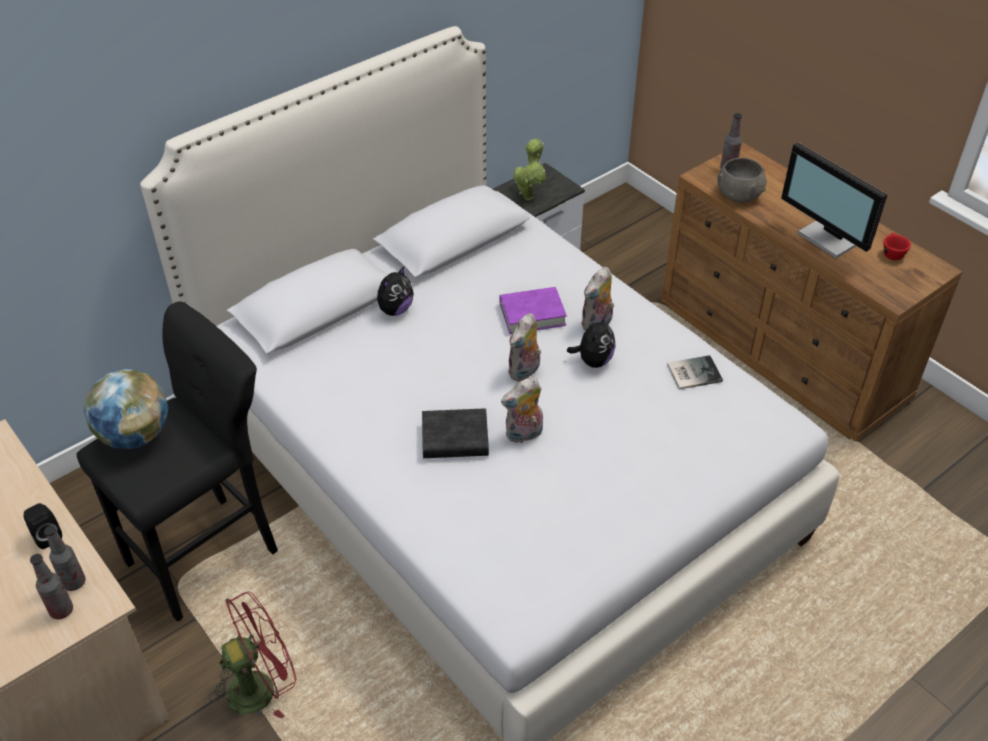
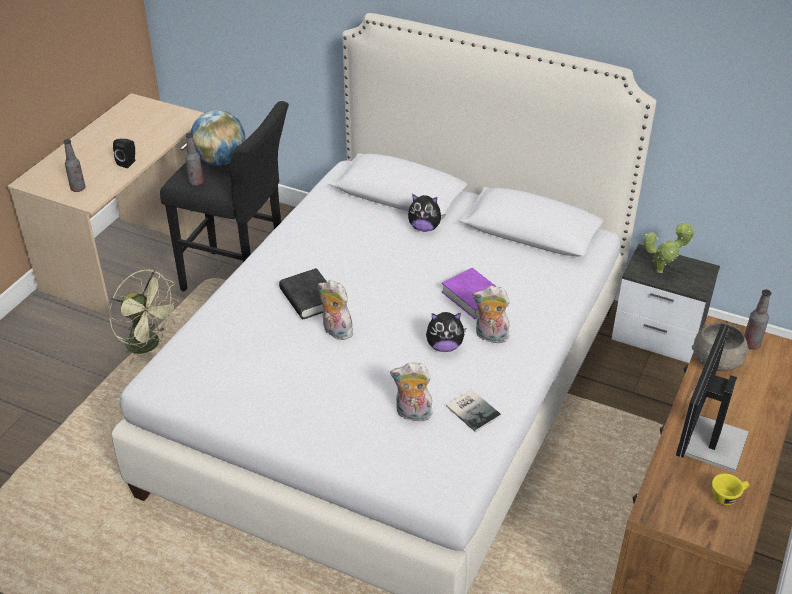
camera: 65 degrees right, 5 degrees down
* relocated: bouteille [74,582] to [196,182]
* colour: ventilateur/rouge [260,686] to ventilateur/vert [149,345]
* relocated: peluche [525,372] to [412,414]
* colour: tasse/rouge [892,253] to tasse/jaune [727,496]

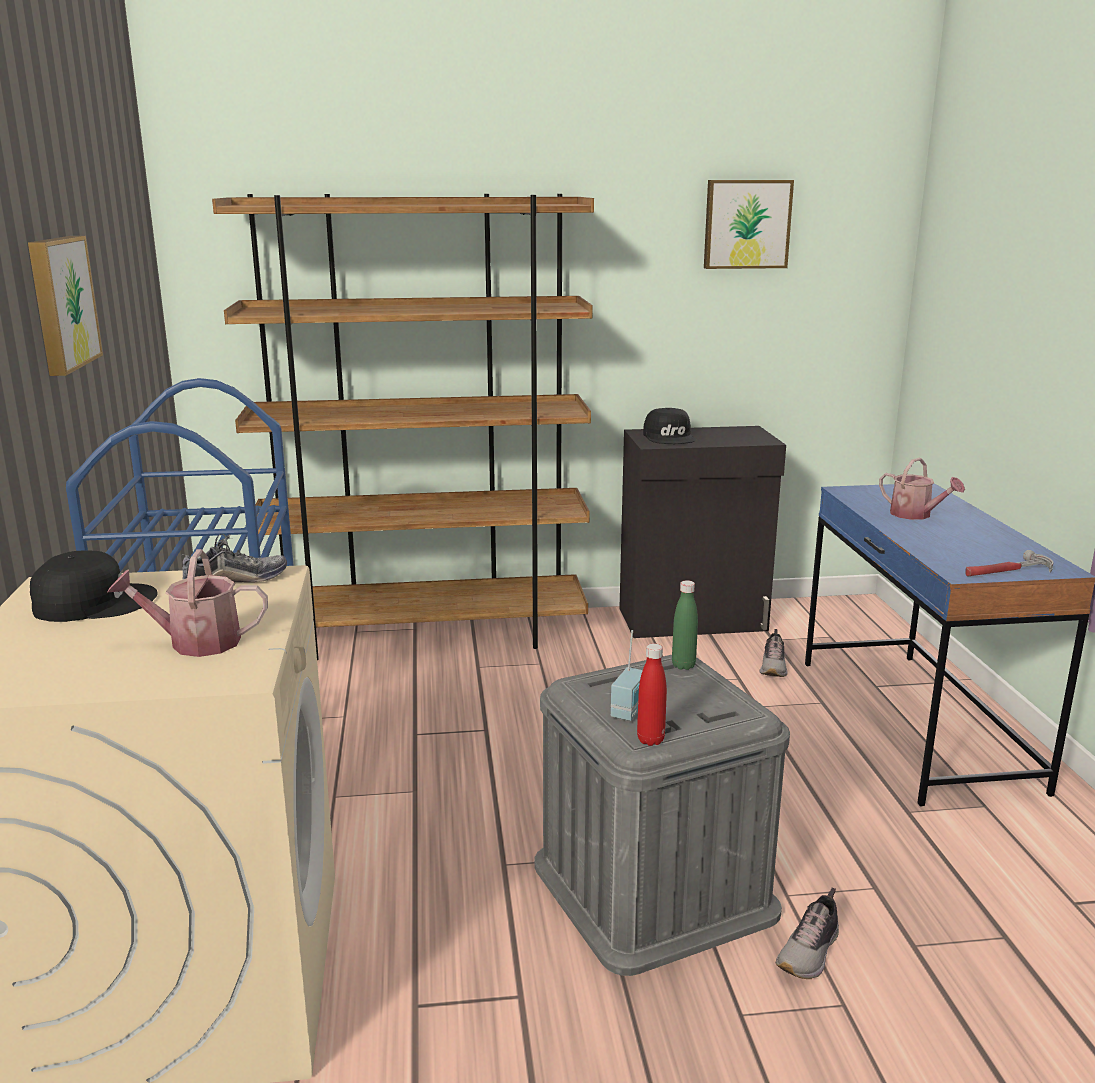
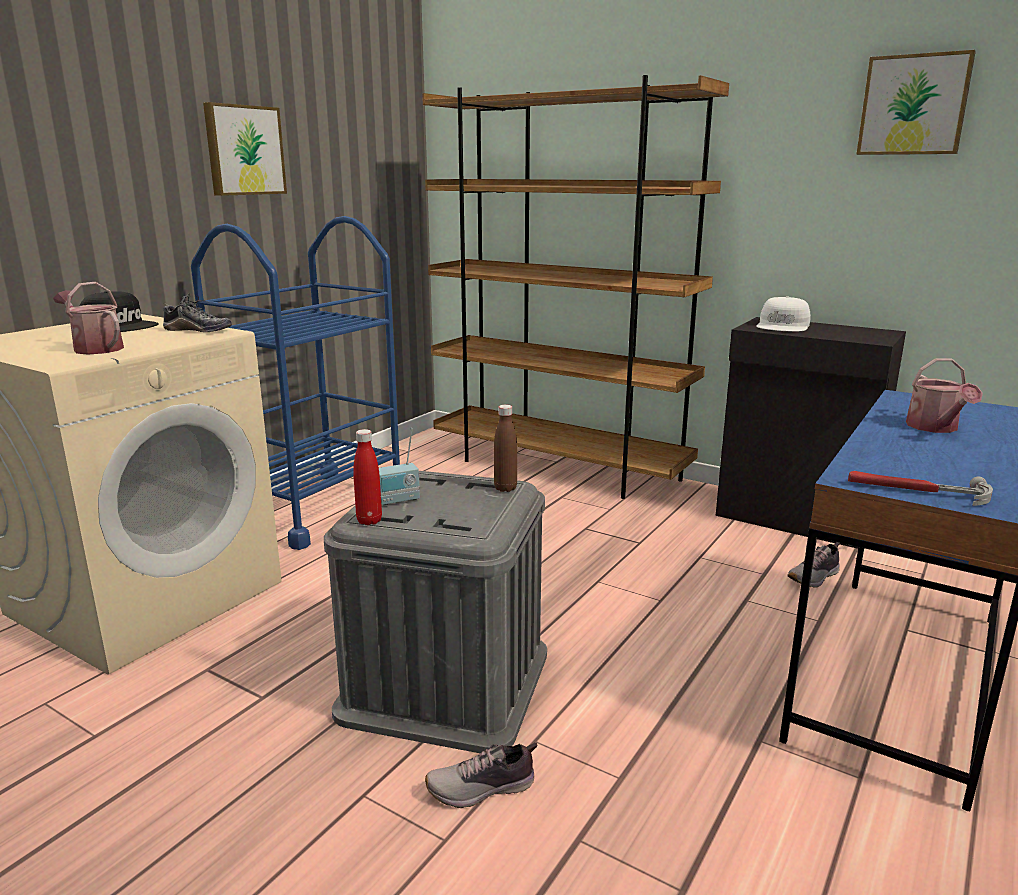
camera: 40 degrees right, 0 degrees up
* colour: casquette/noir [670,437] to casquette/blanc [783,326]
* colour: bouteille/vert [683,665] to bouteille/marron [505,488]

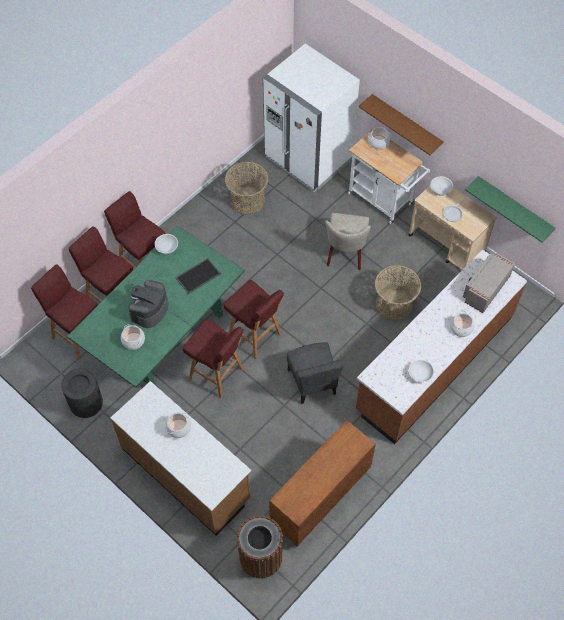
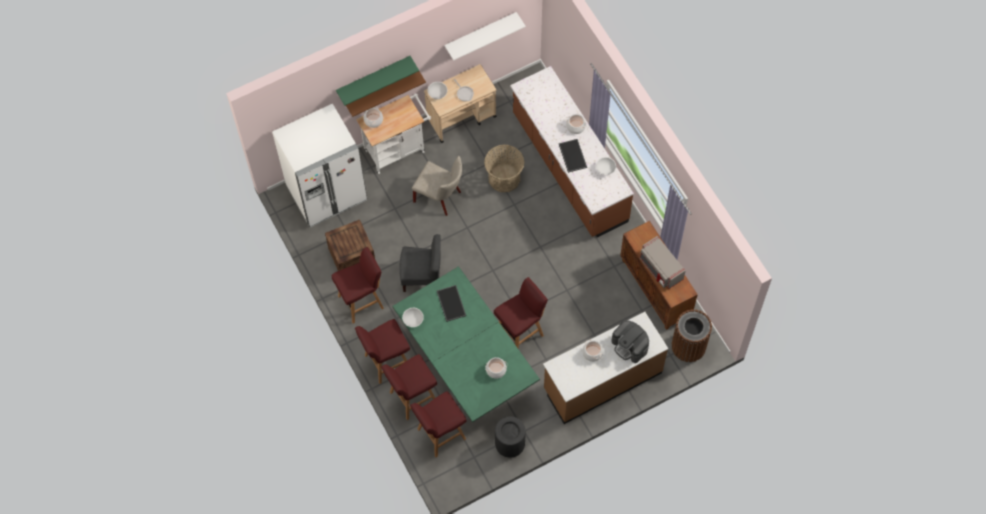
camera: 70 degrees left, 5 degrees up
* relocated: machine à café [149,310] to [630,346]
* relocated: tabouret/rouge [255,336] to [362,301]
* exchanged: panier [247,200] to caisse [352,257]
* relocated: chaise/gris [312,382] to [422,276]
* relocated: micro-ondes/gris [484,289] to [660,268]
* relocated: étagère/vert [514,207] to [373,77]
* appeared: étagère/blanc [480,33]
* appeared: plateau [572,155]

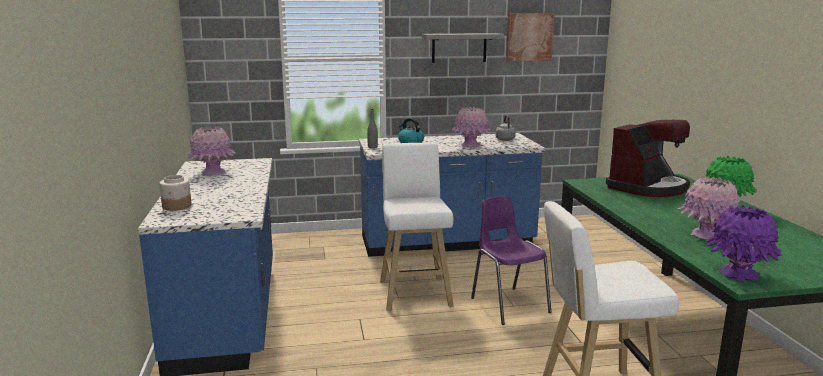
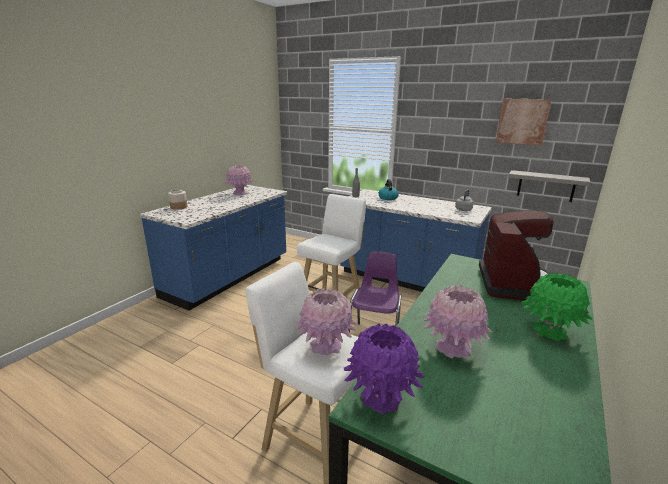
camera: 40 degrees right, 5 degrees up
* relocated: étagère/gris [459,47] to [546,186]
* relocated: vase/rose [470,145] to [326,346]
* spun: machine à café [648,187] = [514,283] 75 degrees counterclockwise

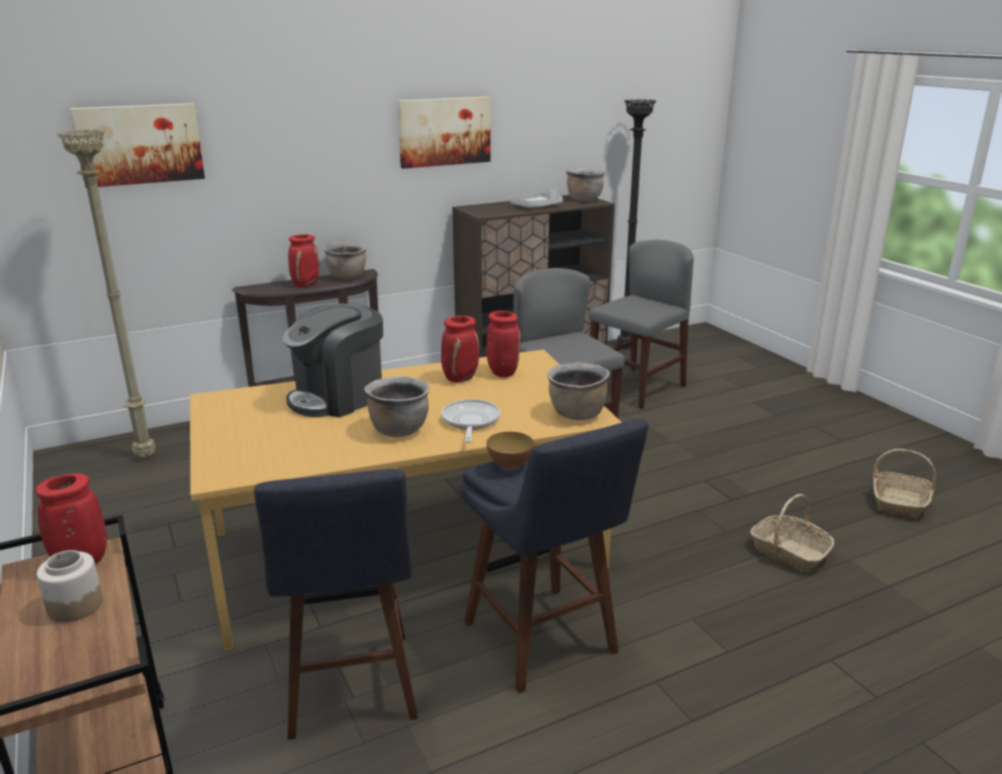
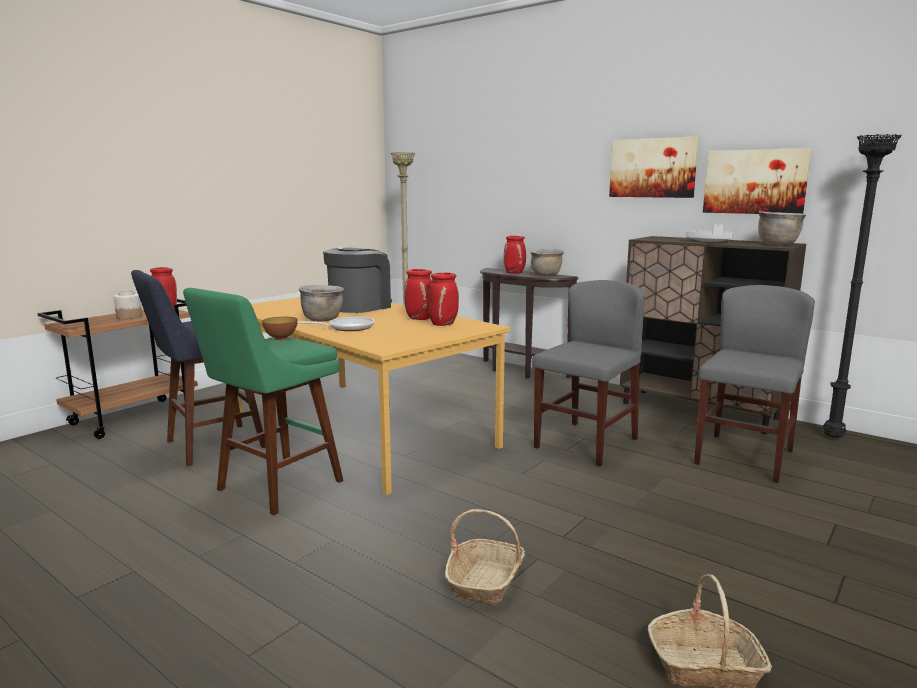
camera: 65 degrees right, 10 degrees down
* relocated: tableau [139,144] to [755,182]
* spun: machine à café [338,397] = [359,307] 105 degrees clockwise
* colour: tabouret/bleu [545,643] to tabouret/vert [274,488]
* missing: marmite/marron [576,414]
* spun: chaise/gris [637,388] = [744,457] 75 degrees counterclockwise

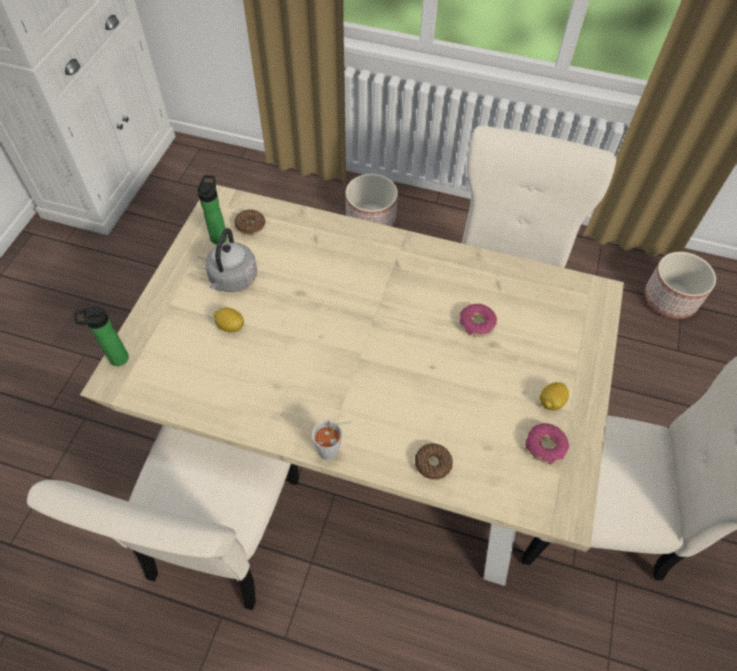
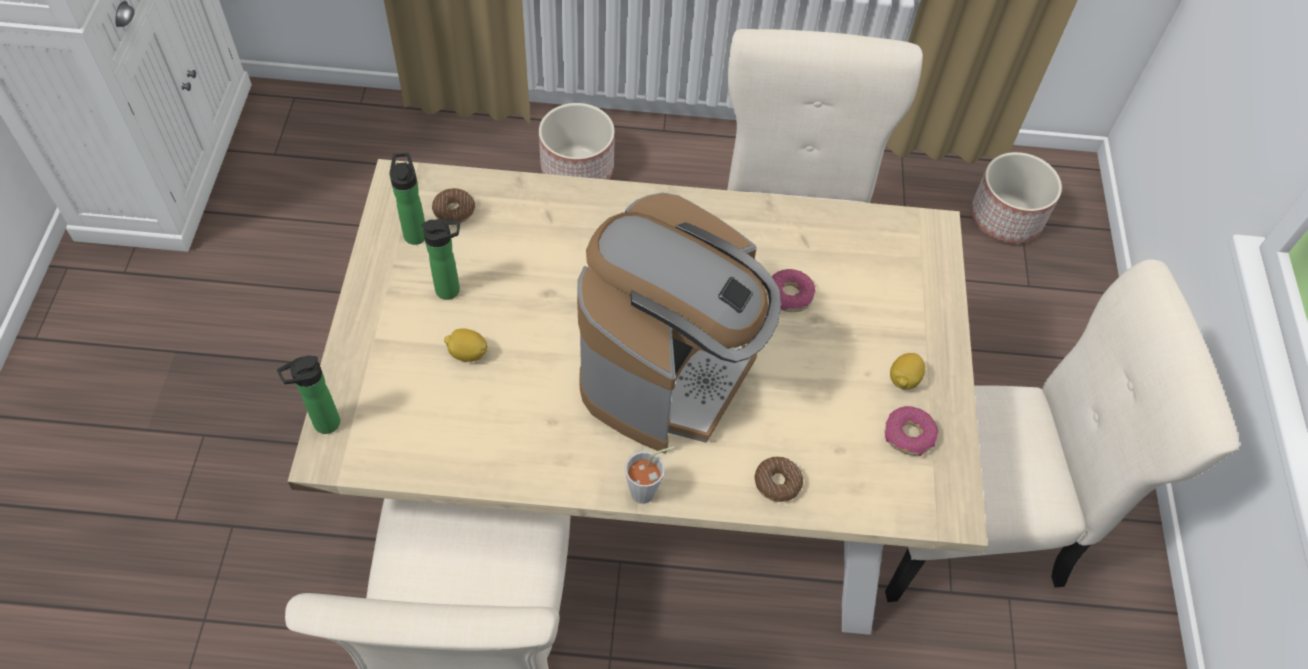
camera: 15 degrees left, 0 degrees up
* exchanged: bouilloire/gris [232,280] to bouteille [451,290]
* appeared: machine à café [669,372]

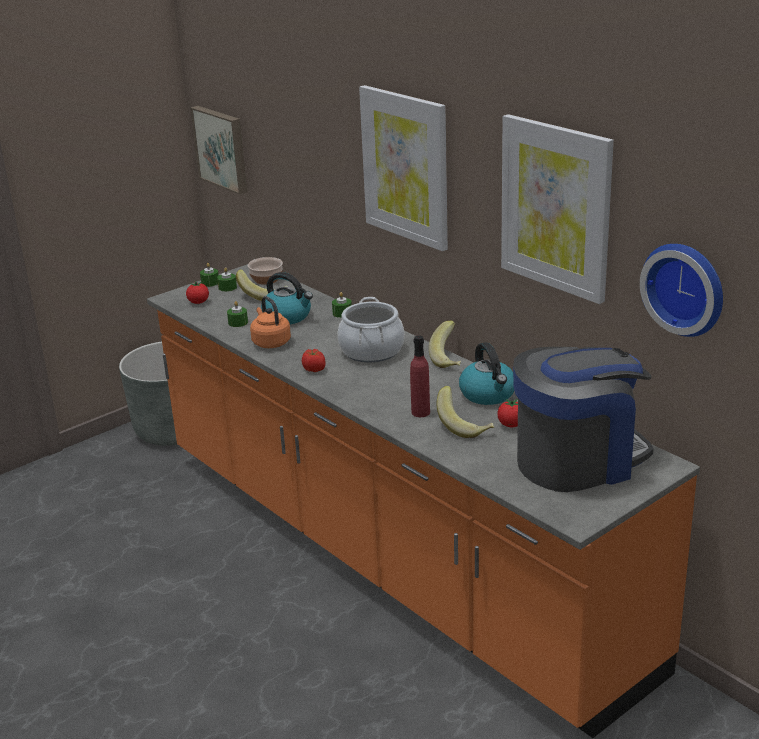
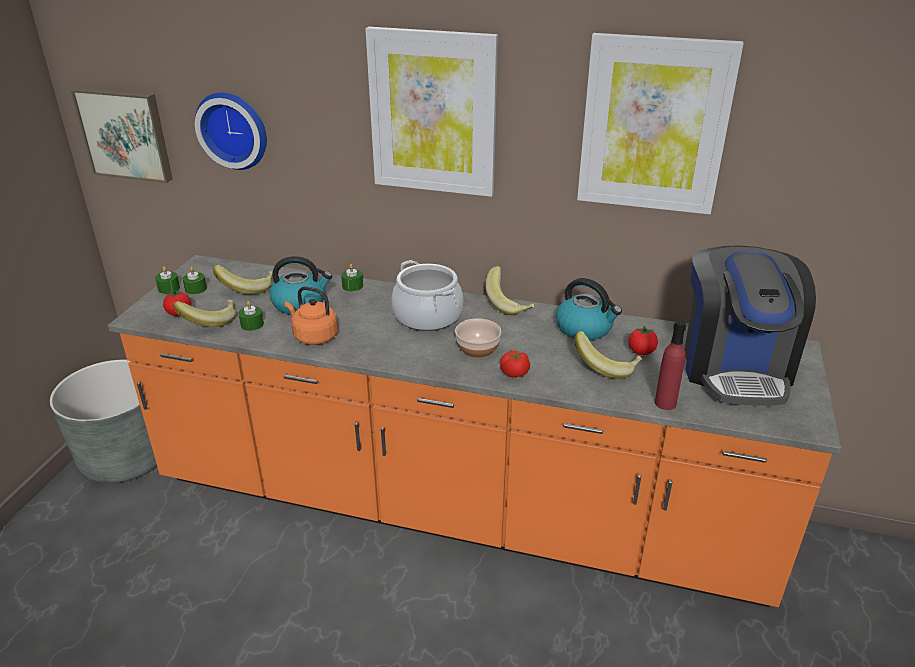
camera: 35 degrees left, 5 degrees up
* relocated: bol [266,279] to [477,349]
* relocated: tomate [314,369] to [514,373]
* relocated: bouteille/rouge [420,412] to [665,403]
* spun: machine à café [578,460] = [734,368] 150 degrees clockwise
* relocated: horloge murale [686,287] to [234,129]
* appeared: banane [210,321]

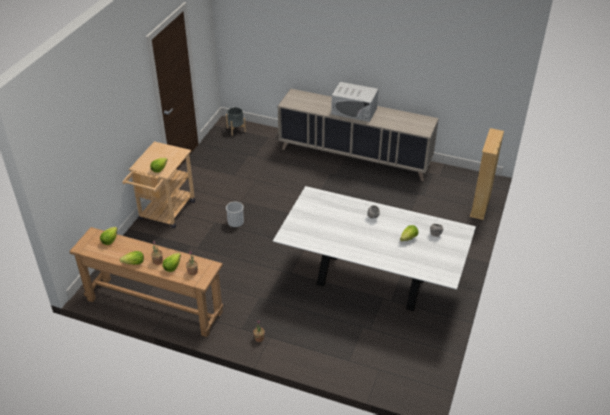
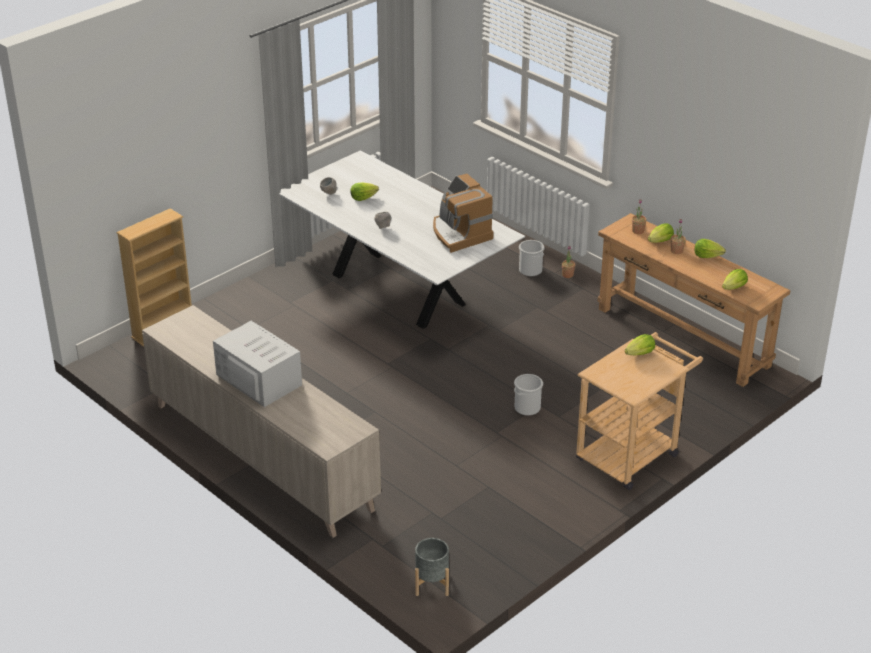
camera: 155 degrees left, 5 degrees down
* appeared: machine à café [459,233]
* appeared: seau [530,270]

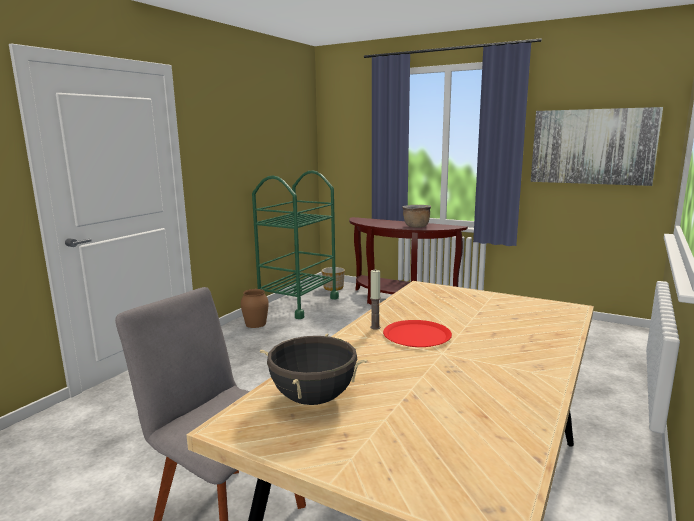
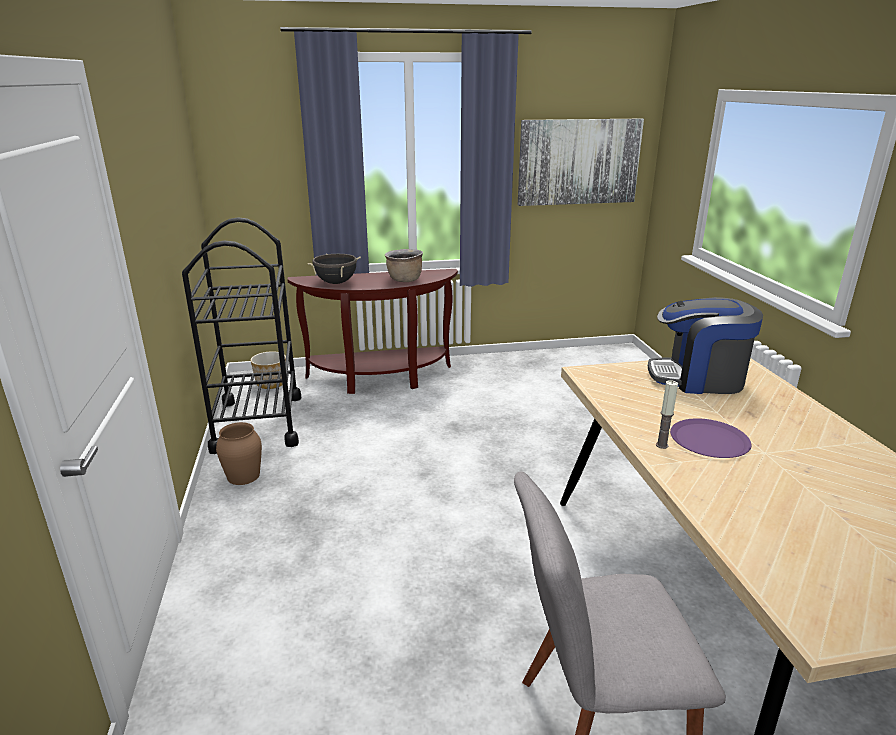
camera: 40 degrees left, 10 degrees up
* colour: chariot/vert [298,304] to chariot/noir [258,423]
* relocated: marmite/noir [314,398] to [336,283]
* colour: assiette/rouge [417,335] to assiette/violet [709,440]
* appeared: machine à café [698,378]

